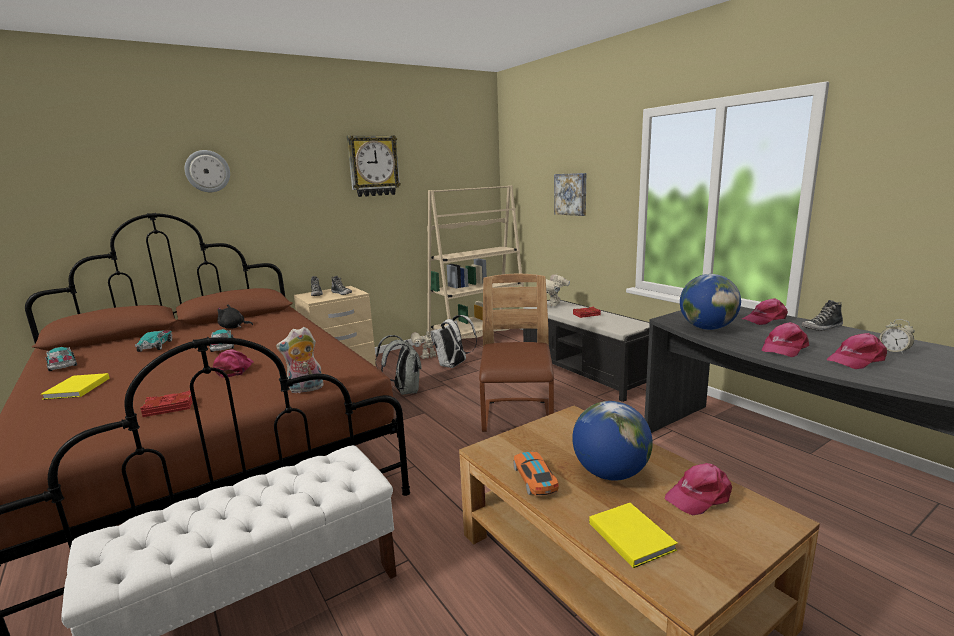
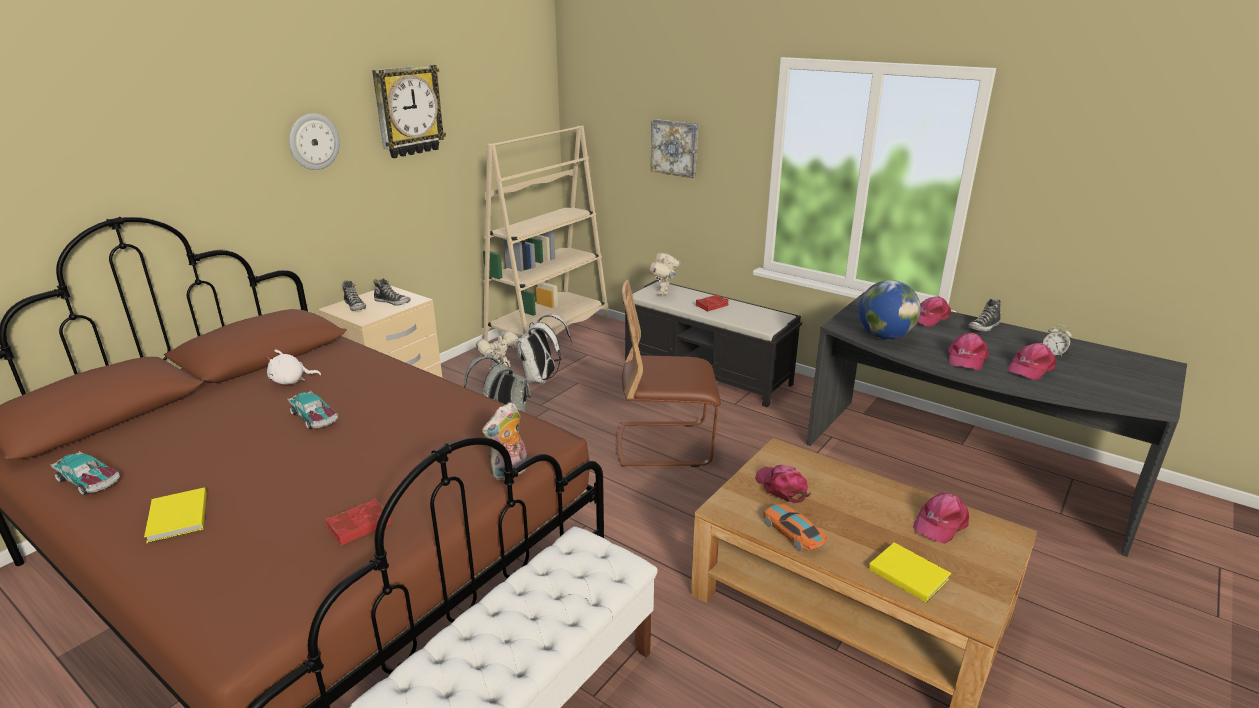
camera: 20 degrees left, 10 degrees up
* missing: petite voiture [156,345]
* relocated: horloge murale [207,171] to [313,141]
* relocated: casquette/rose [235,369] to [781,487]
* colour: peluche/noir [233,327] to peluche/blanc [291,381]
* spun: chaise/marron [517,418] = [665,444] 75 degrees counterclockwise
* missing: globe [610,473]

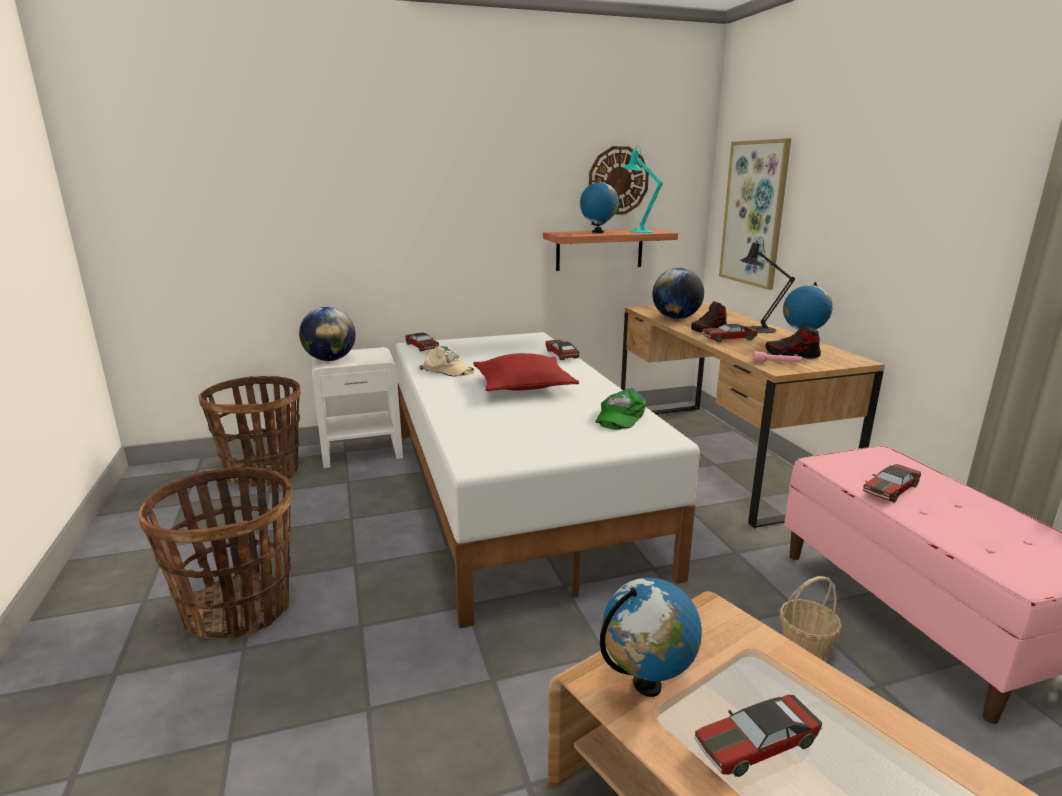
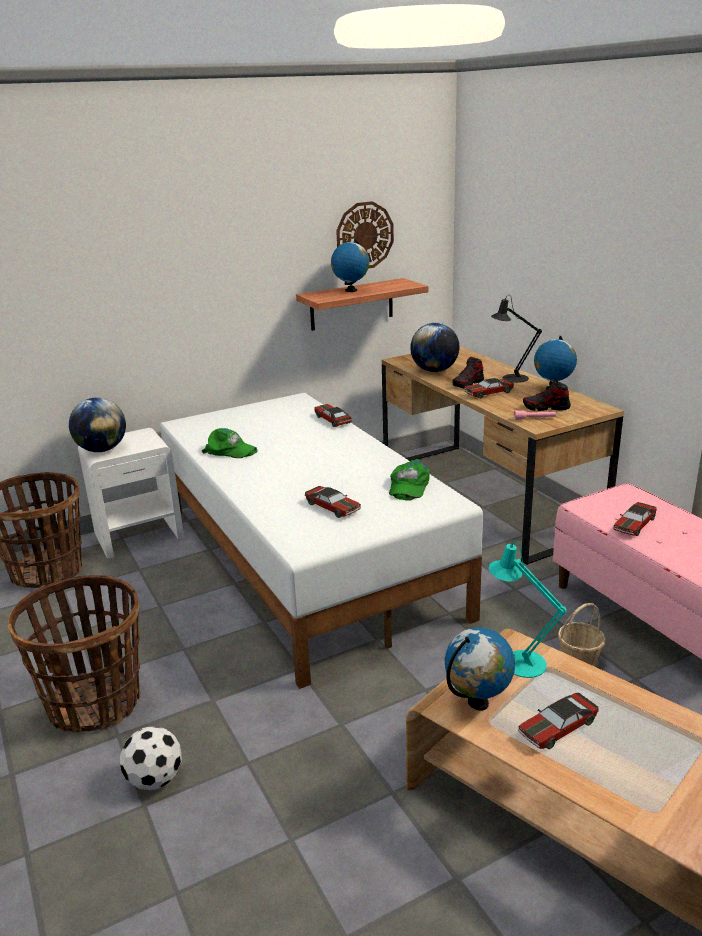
camera: 10 degrees left, 5 degrees up
* relocated: petite voiture [422,346] to [333,507]
* colour: casquette/beige [448,369] to casquette/vert [230,450]
* missing: coussin/rouge [523,386]
* relocated: lampe de table/turquoise [638,231] to [519,661]
* missing: tableau [754,213]
* appeared: ballon de foot [155,779]

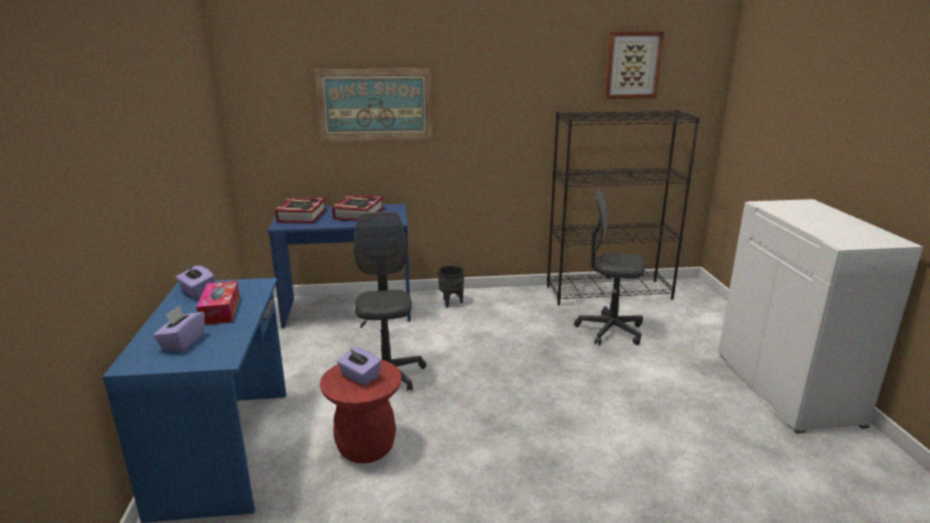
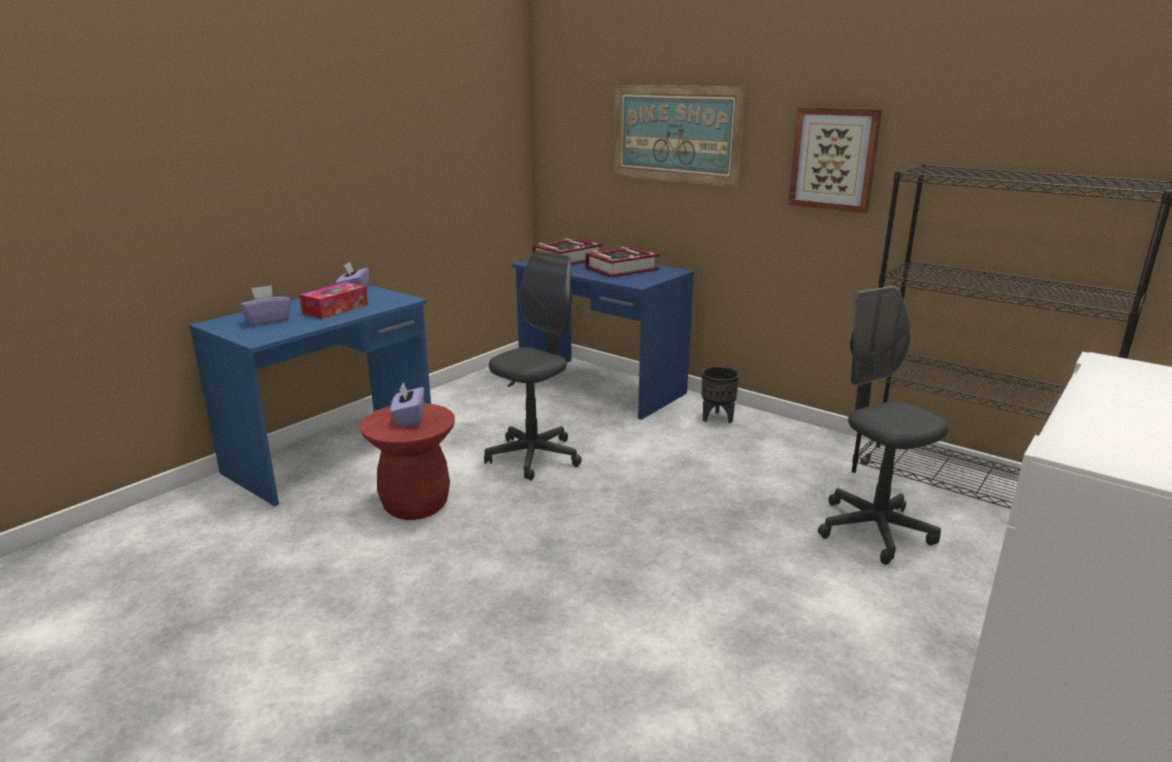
camera: 45 degrees right, 0 degrees up
* relocated: tableau [632,65] to [834,159]

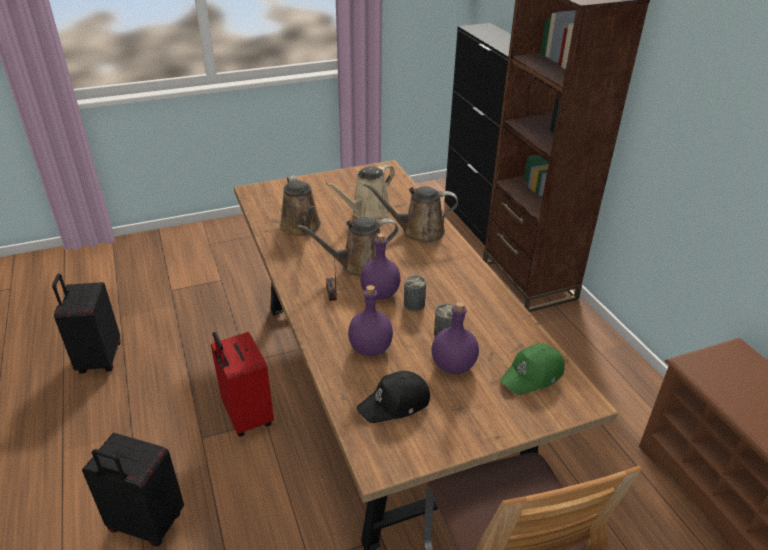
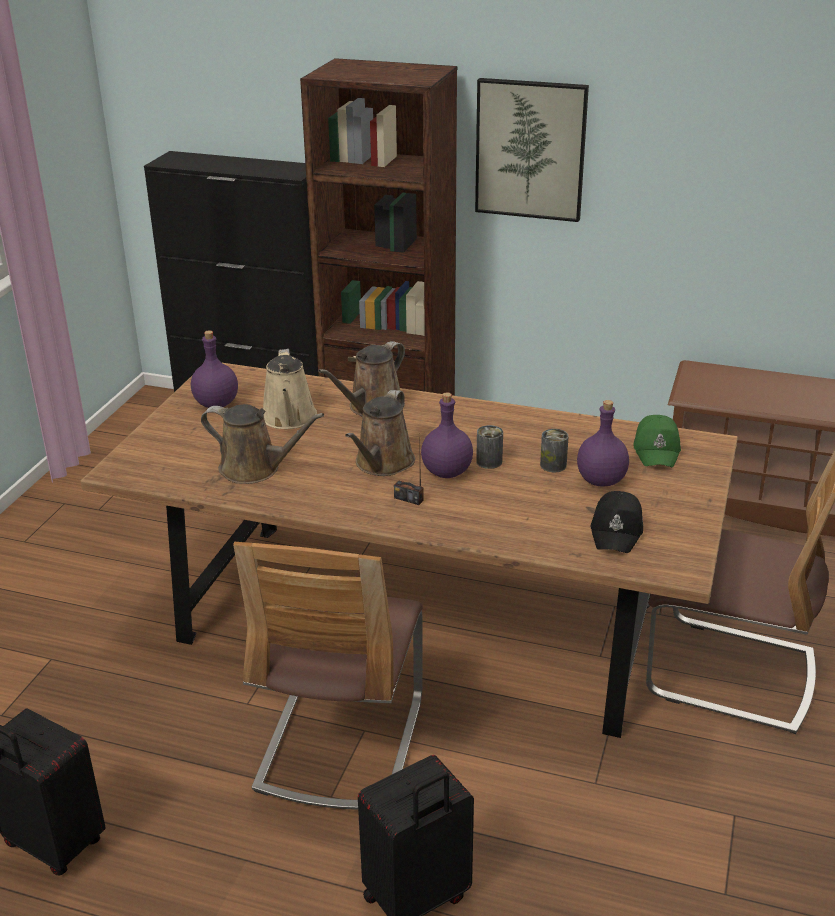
camera: 50 degrees left, 5 degrees down
* exchanged: valise/rouge [246,417] to chaise [341,743]
* relocated: bouteille/violet [370,349] to [216,404]
* appeared: tableau [530,149]

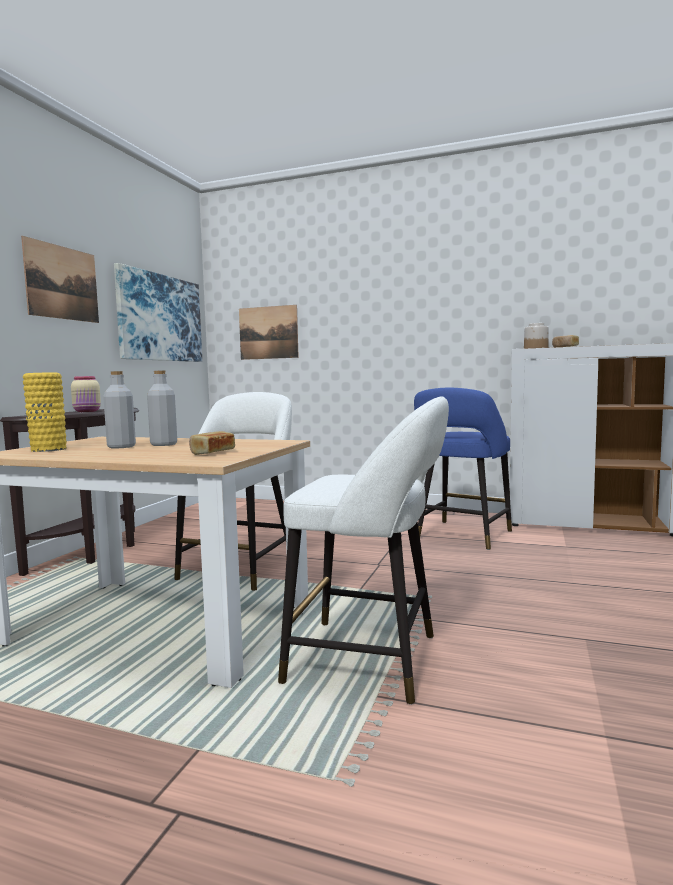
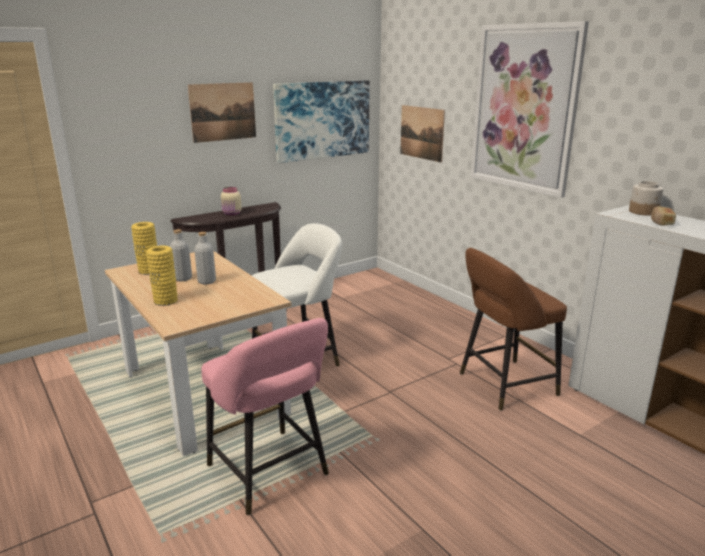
camera: 35 degrees right, 15 degrees up
* missing: pain [211,453]
* colour: tabouret/blanc [372,660] to tabouret/rose [271,473]
* colour: tabouret/bleu [462,536] to tabouret/marron [503,385]
* appeared: vase/jaune [165,300]
* appeared: tableau [524,108]

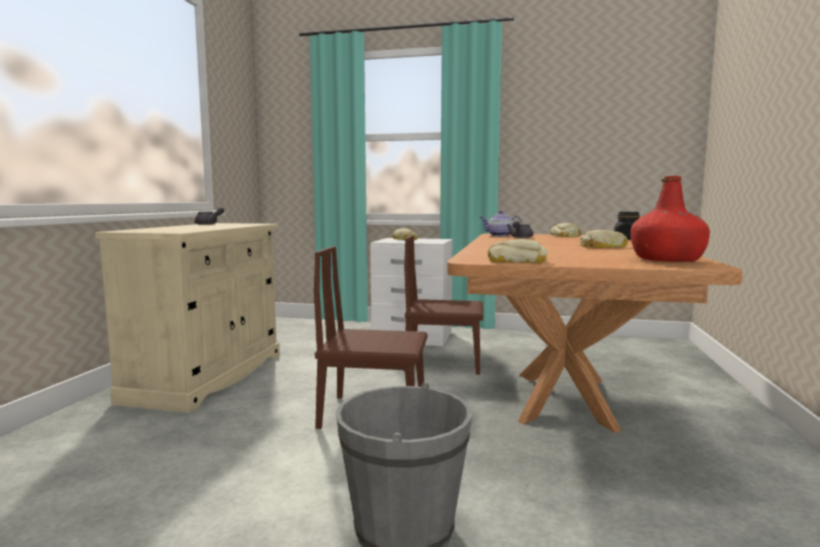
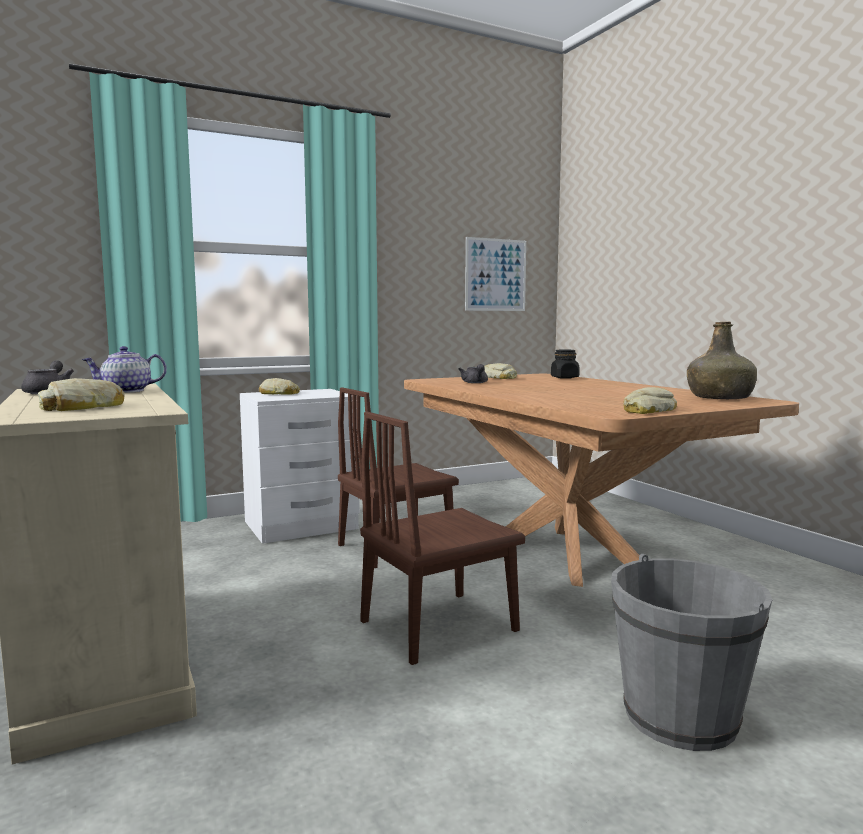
camera: 40 degrees left, 0 degrees up
* relocated: théière [500,235] to [126,391]
* relocated: pain [603,247] to [83,407]
* colour: bouteille/rouge [667,260] to bouteille/vert [720,398]
* appeared: tableau [496,275]

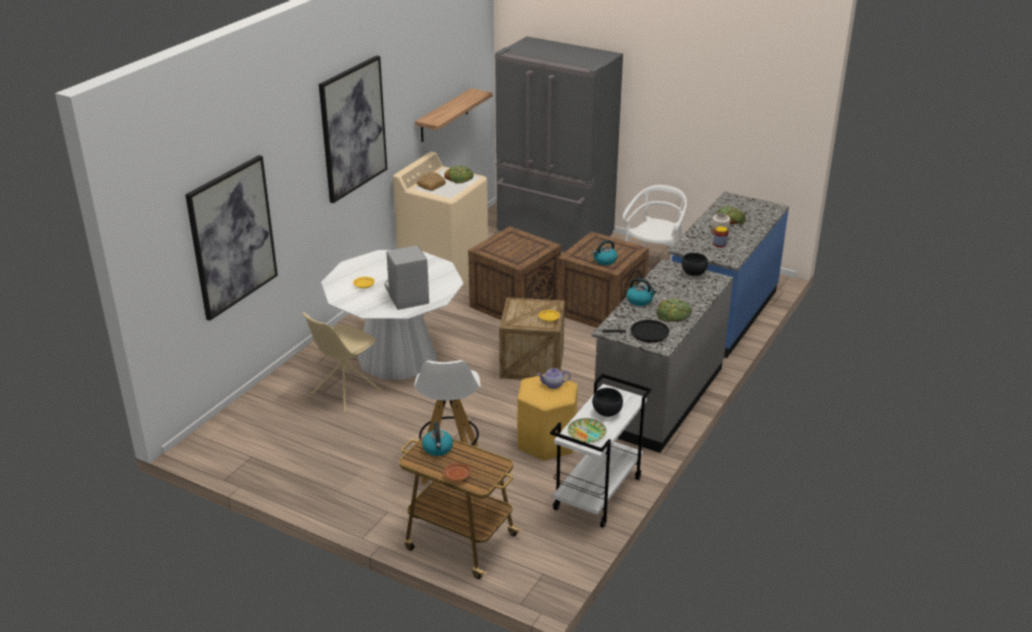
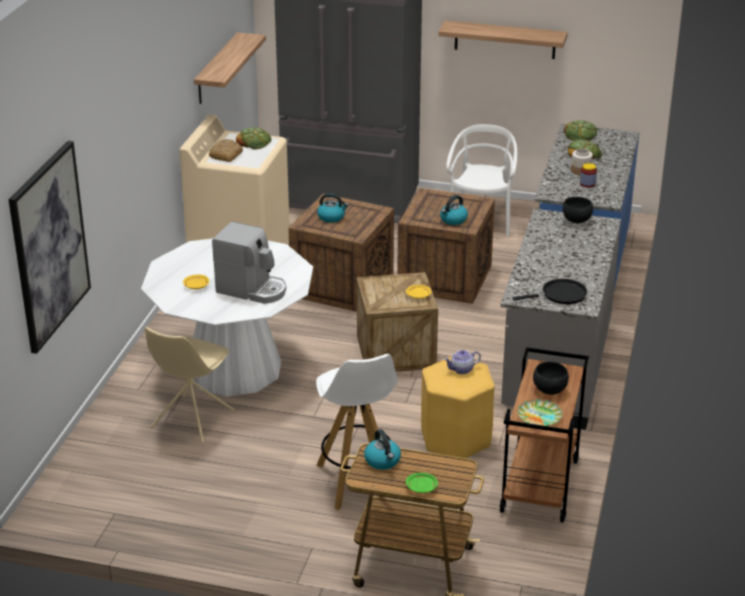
camera: 15 degrees left, 0 degrees up
* missing: tableau [353,128]
* spun: machine à café [405,294] = [252,289] 150 degrees clockwise
* colour: assiette/marron [457,476] to assiette/vert [422,487]
* colour: chariot/blanc [598,494] to chariot/marron [540,487]
* relocated: bouilloire [640,300] to [331,217]
* relocated: pain [673,313] to [580,134]
* appeared: étagère [505,40]

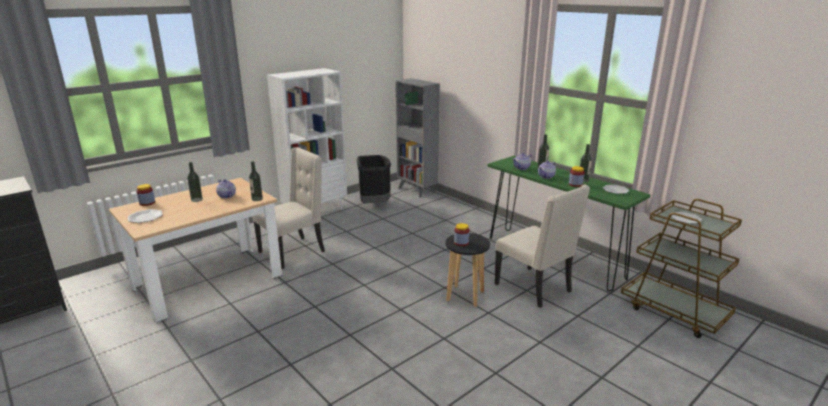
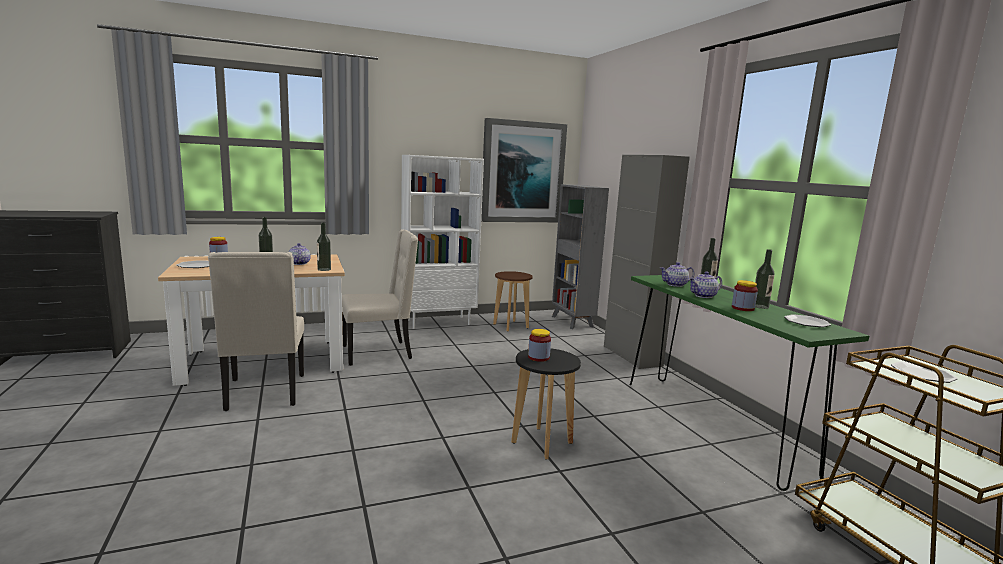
camera: 20 degrees right, 10 degrees down
* exchanged: poubelle/noir [374,204] to tabouret/marron [510,326]
* relocated: chaise/beige [535,288] to [264,393]
* appeared: tableau [522,172]
* appeared: meuble de rangement/gris [632,356]

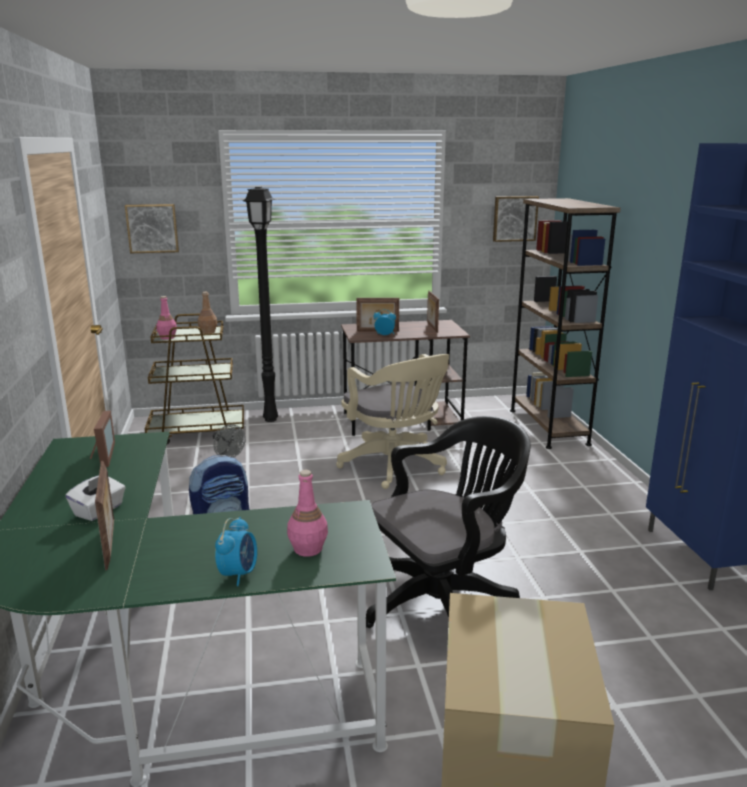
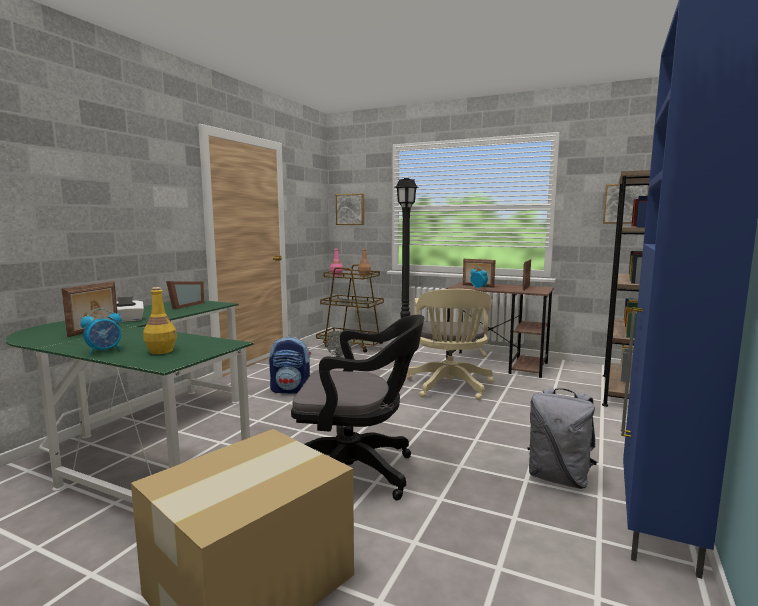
camera: 35 degrees right, 10 degrees down
* colour: bouteille/rose [307,548] to bouteille/jaune [161,351]
* appeared: sac à dos/gris [559,478]

